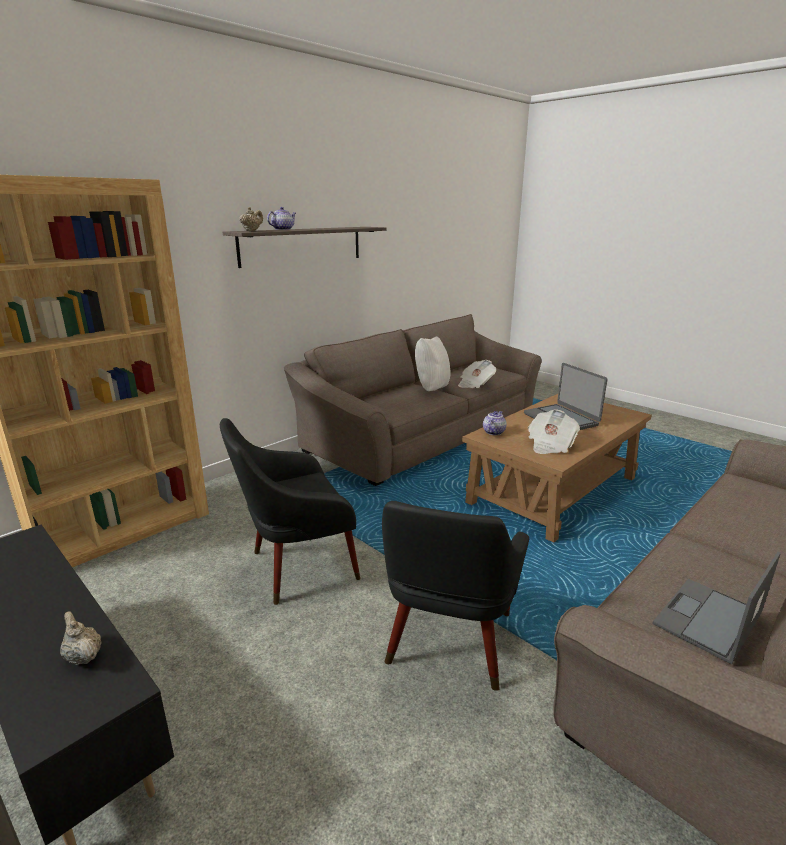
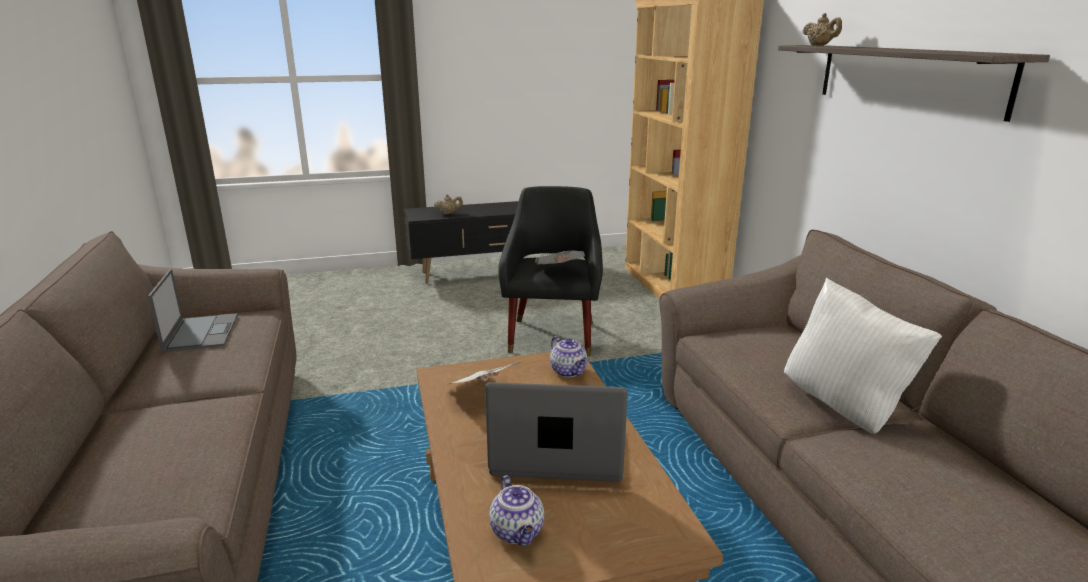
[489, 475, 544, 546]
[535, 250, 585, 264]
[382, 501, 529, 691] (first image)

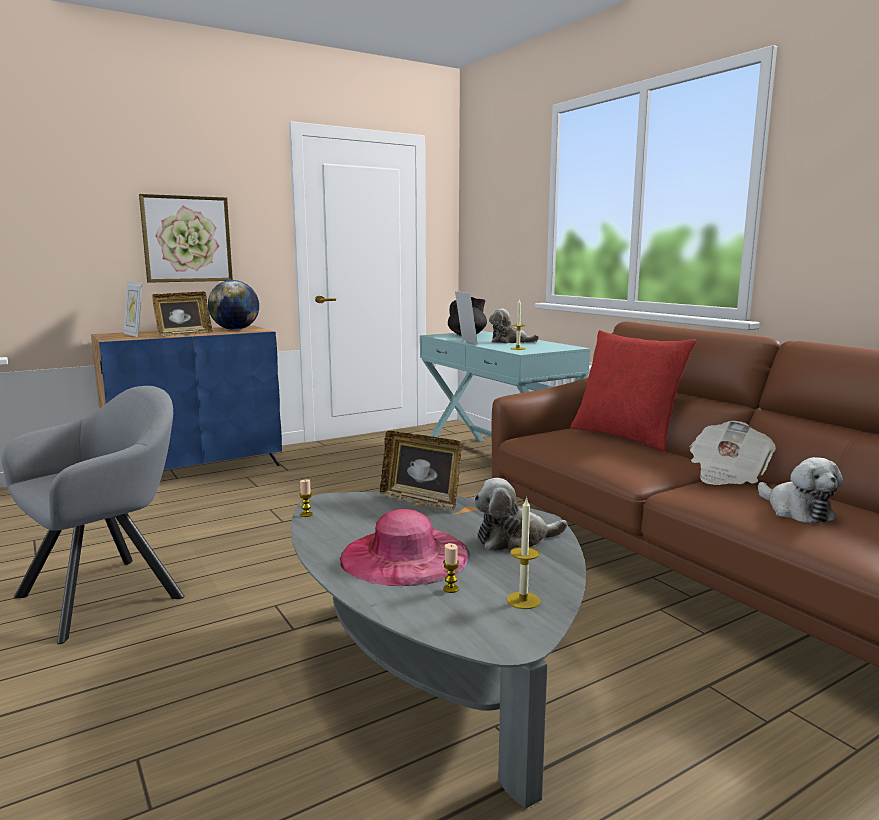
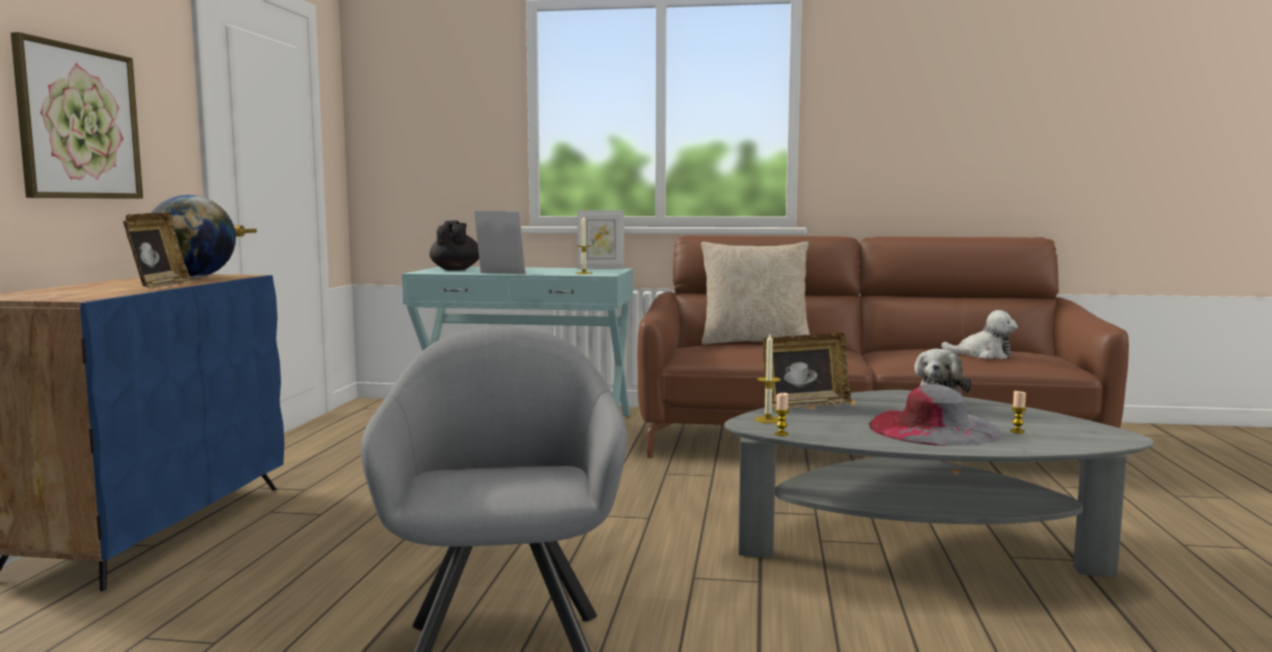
[577, 210, 624, 269]
[489, 309, 539, 343] (first image)
[701, 241, 810, 345]
[690, 421, 776, 485] (first image)
[754, 334, 781, 423]
[869, 384, 1001, 446]

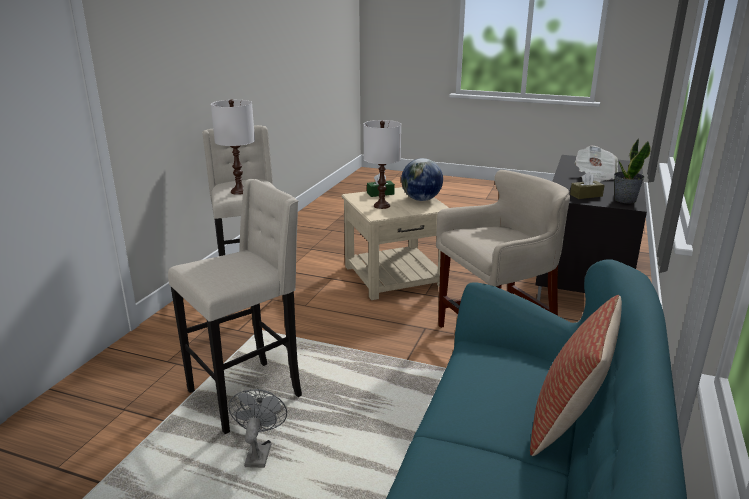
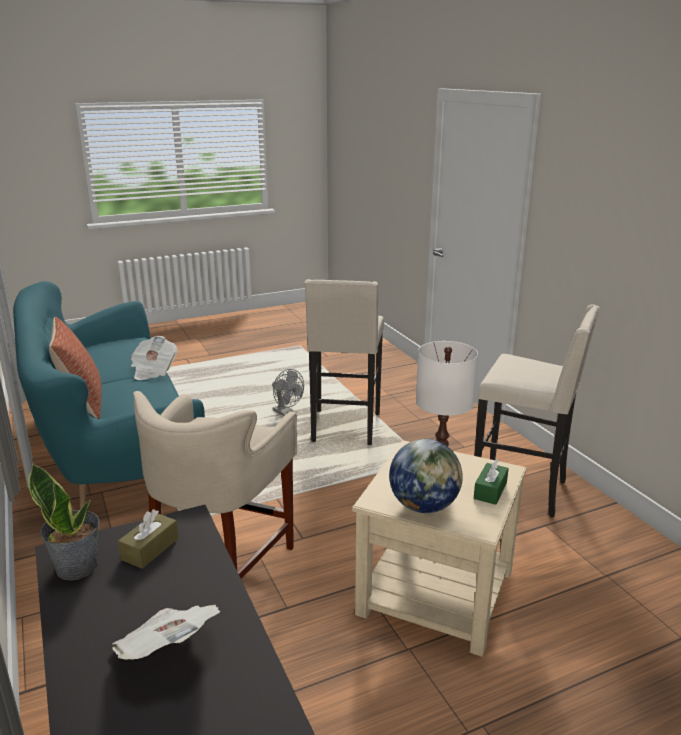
[211, 99, 255, 195] (first image)
[131, 336, 178, 380]

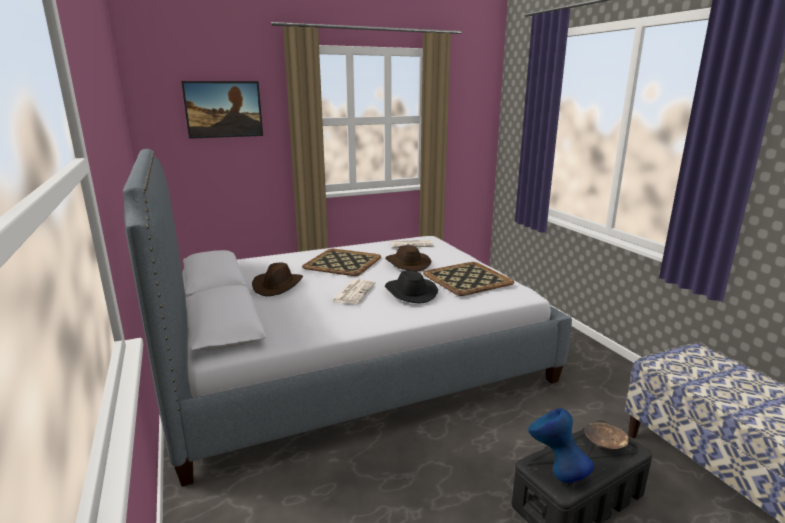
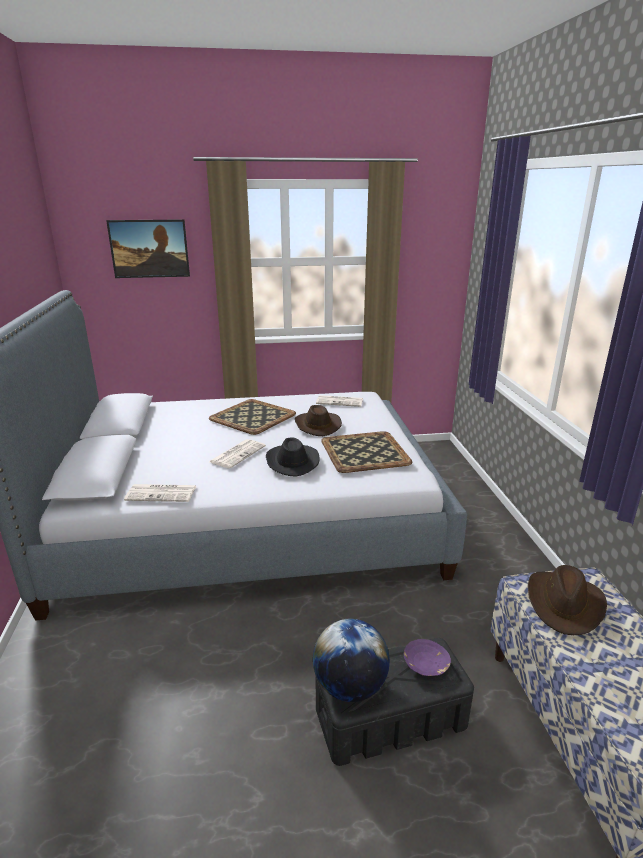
[528, 565, 607, 635]
[313, 619, 390, 702]
[404, 639, 451, 676]
[124, 484, 196, 502]

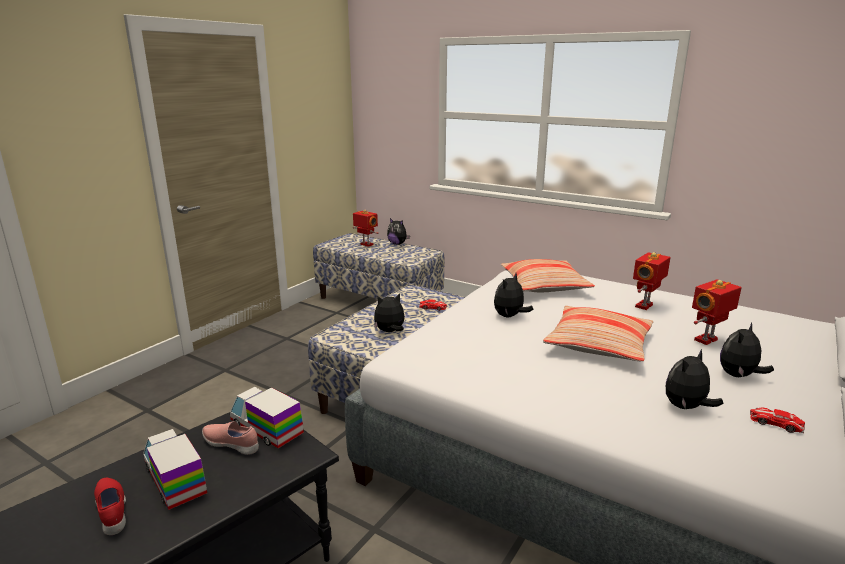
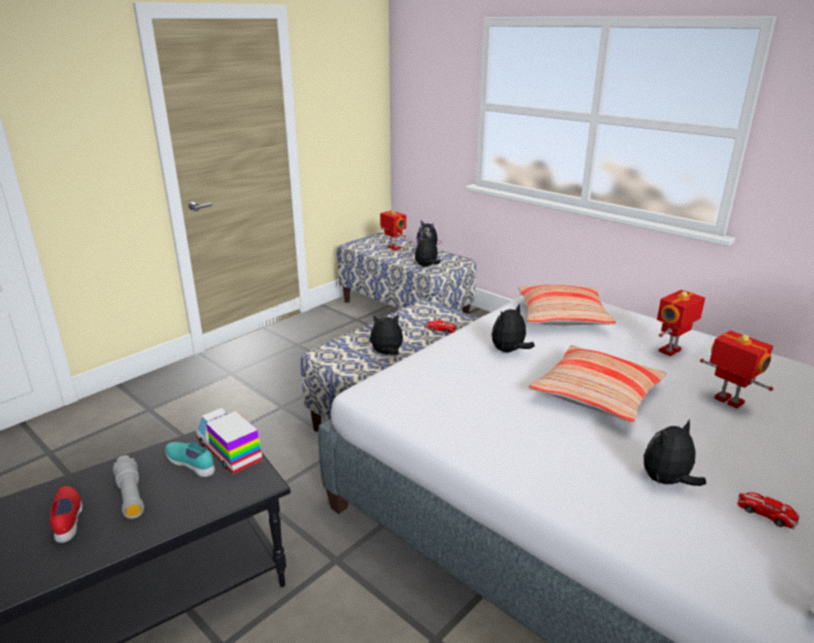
[700, 330, 773, 408]
[415, 235, 441, 266]
[165, 442, 215, 477]
[113, 455, 144, 519]

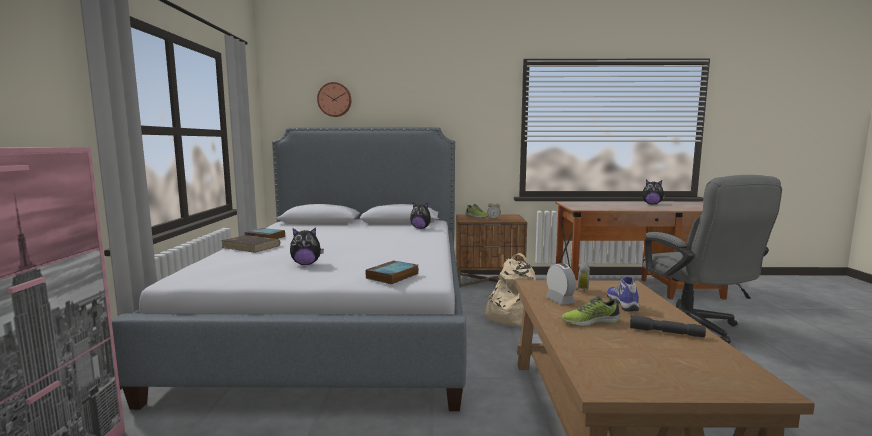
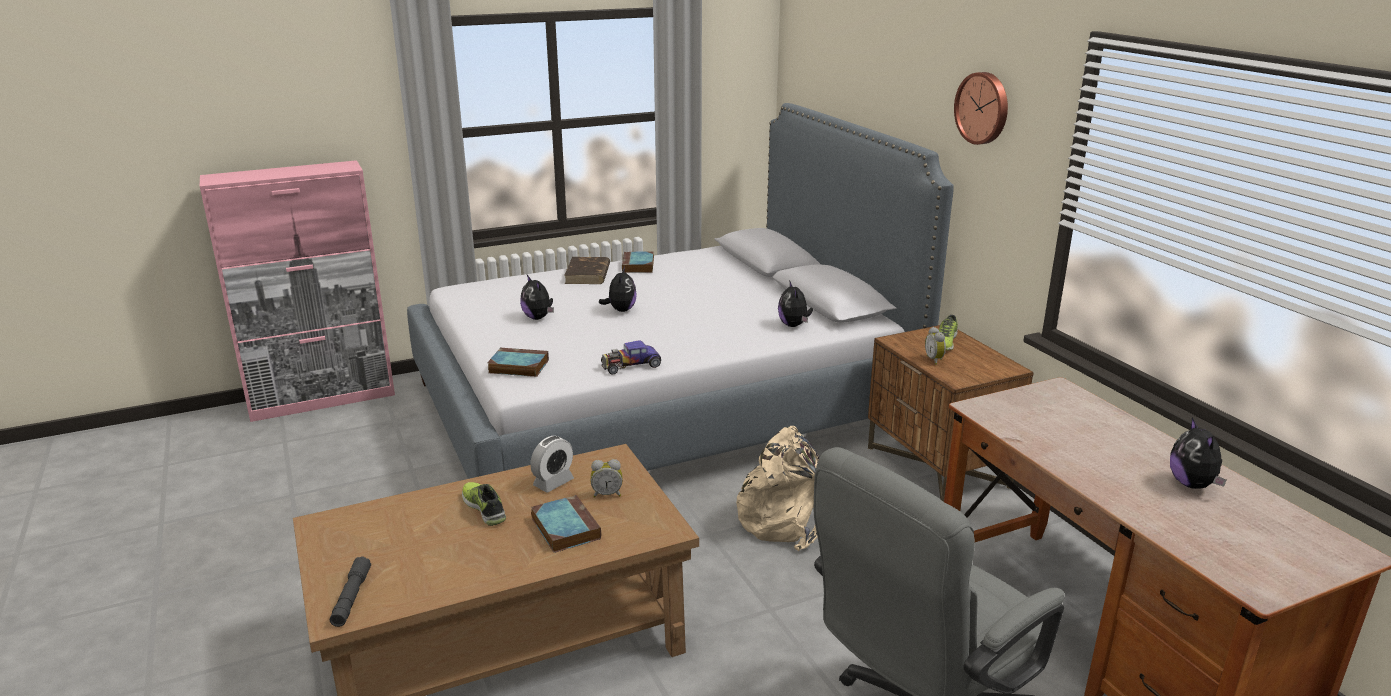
[954, 72, 1008, 145]
[531, 495, 601, 553]
[330, 556, 371, 627]
[599, 267, 637, 312]
[601, 340, 661, 375]

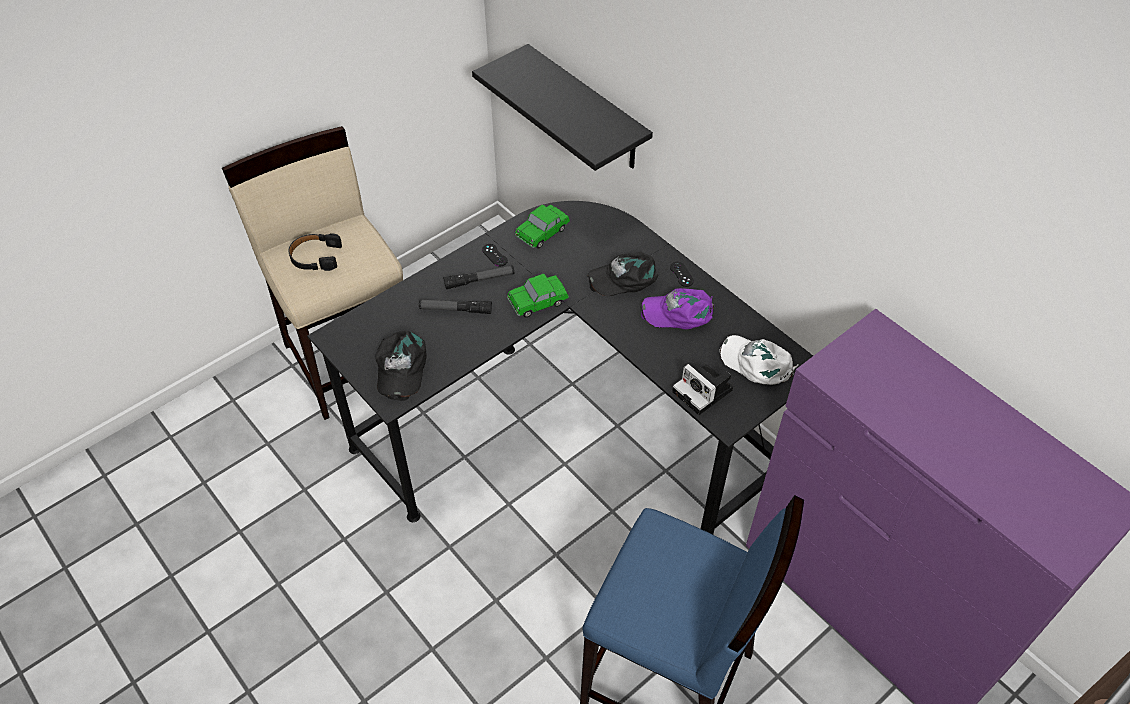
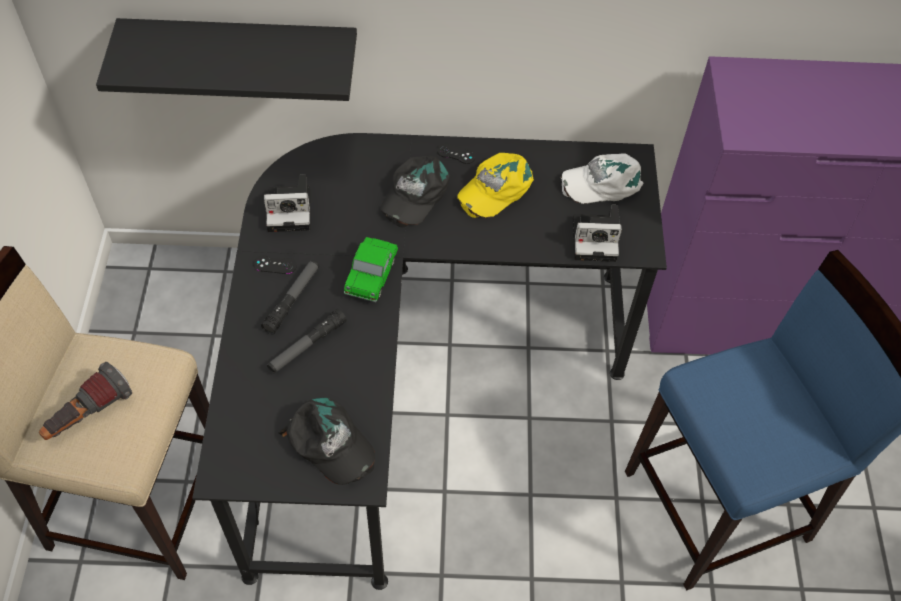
[264, 174, 310, 232]
[39, 362, 132, 440]
[457, 153, 534, 218]

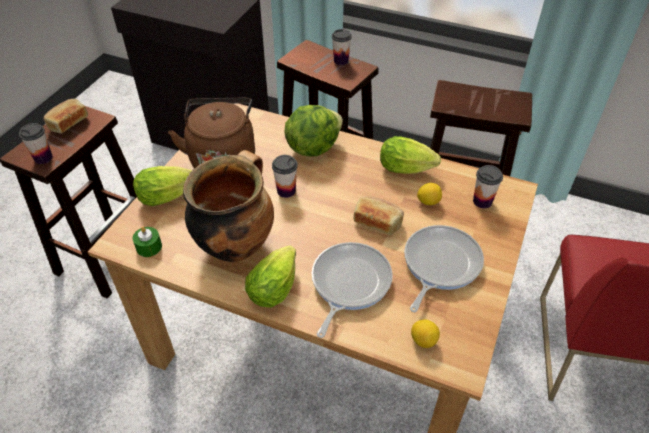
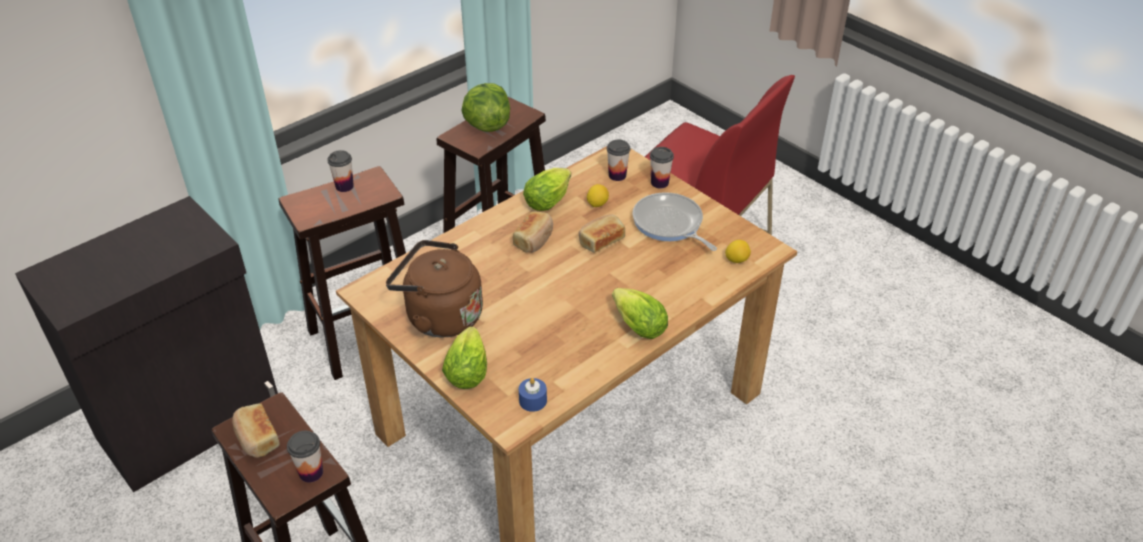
[461, 83, 510, 132]
[183, 150, 274, 262] (first image)
[650, 147, 674, 188]
[519, 378, 547, 412]
[312, 242, 393, 338] (first image)
[513, 211, 553, 253]

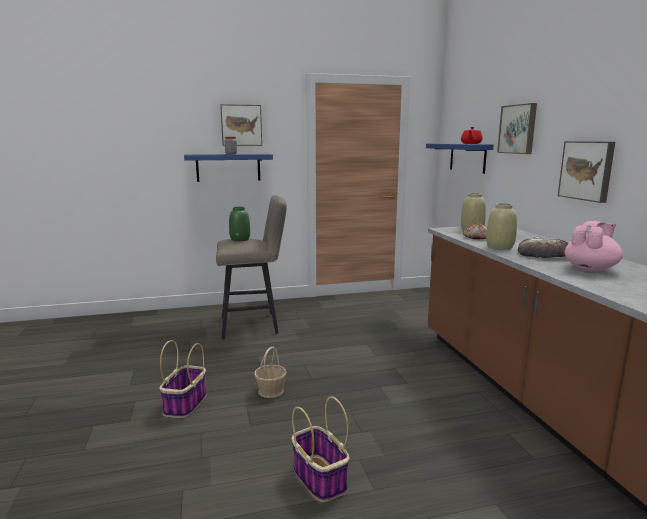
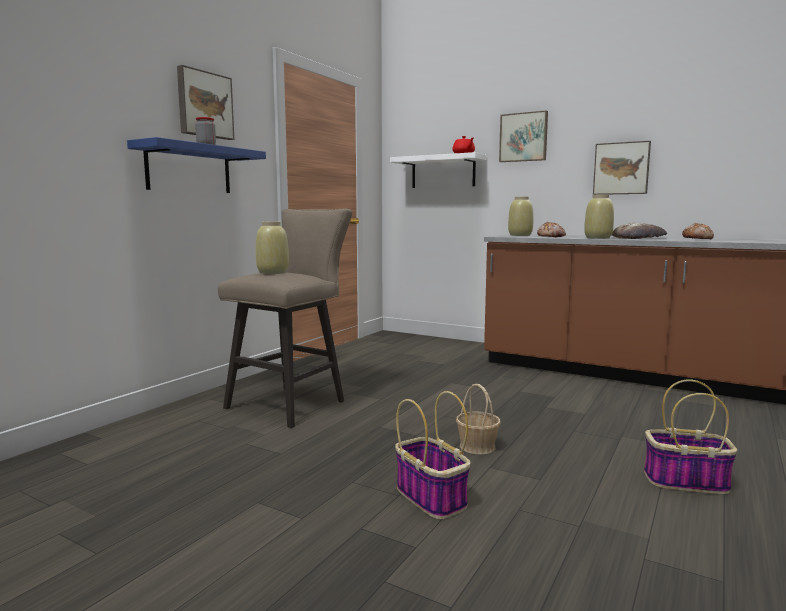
[390, 152, 486, 188]
[256, 221, 289, 274]
[682, 223, 714, 240]

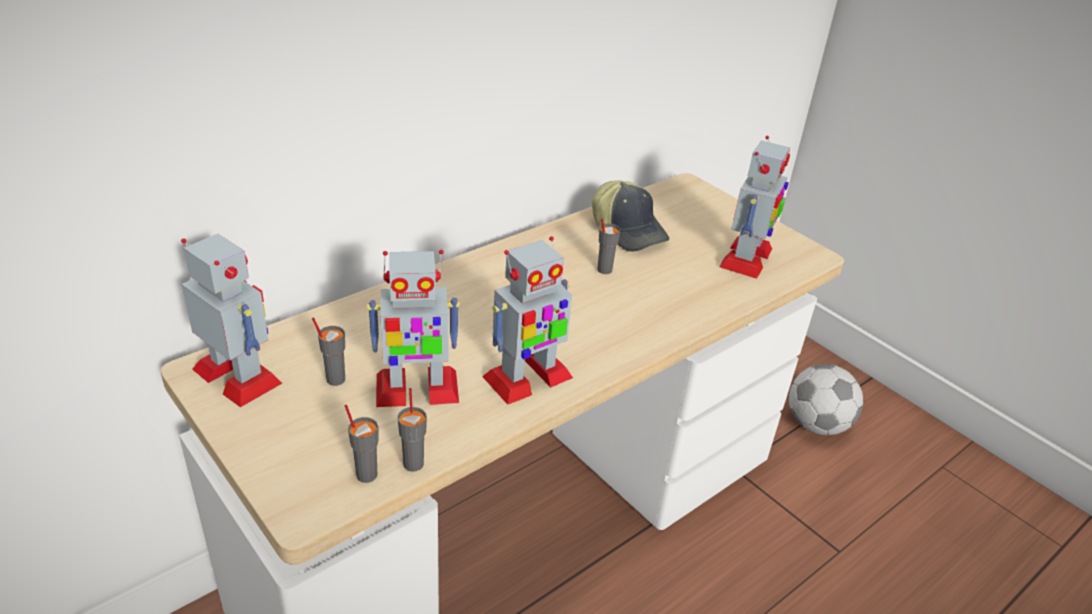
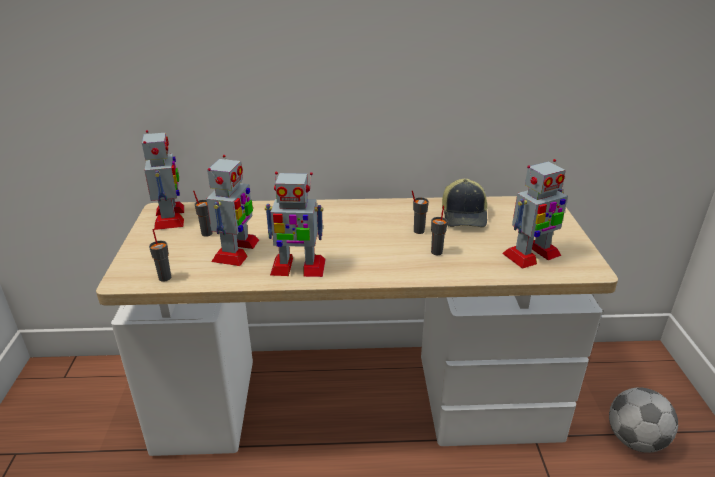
[206, 155, 259, 266]
[431, 206, 448, 255]

